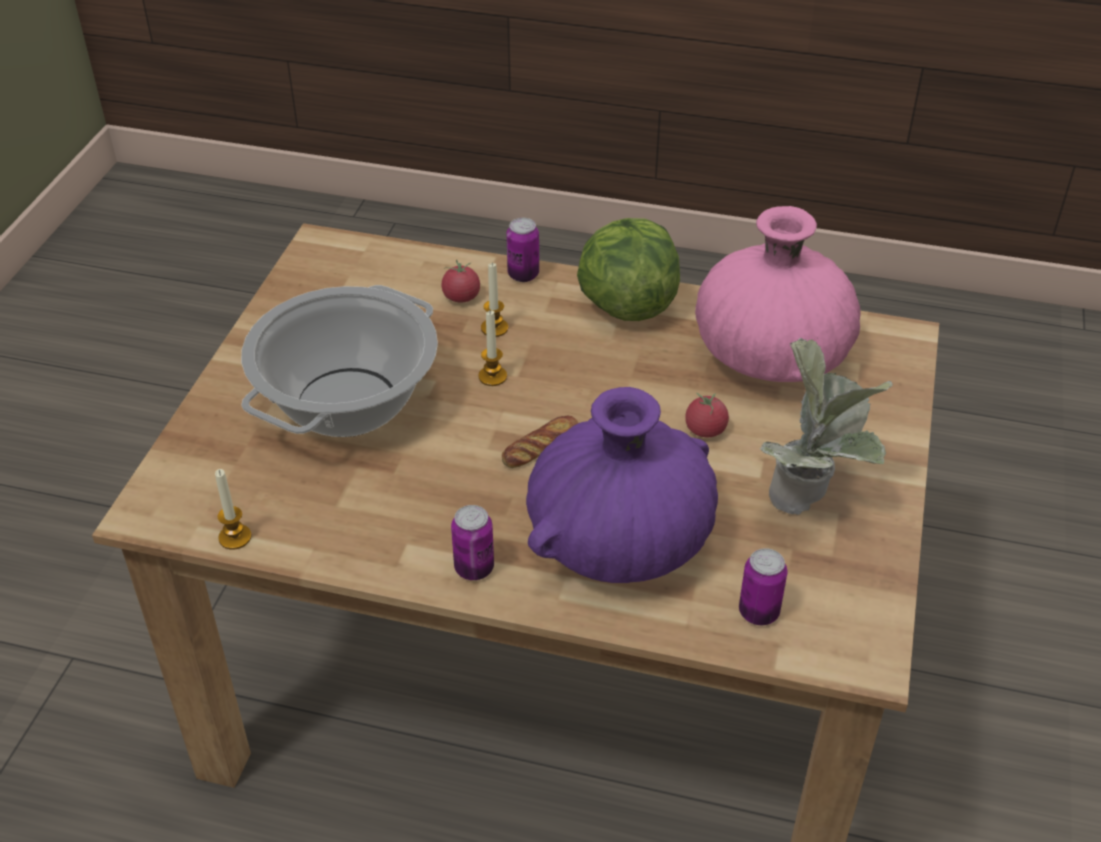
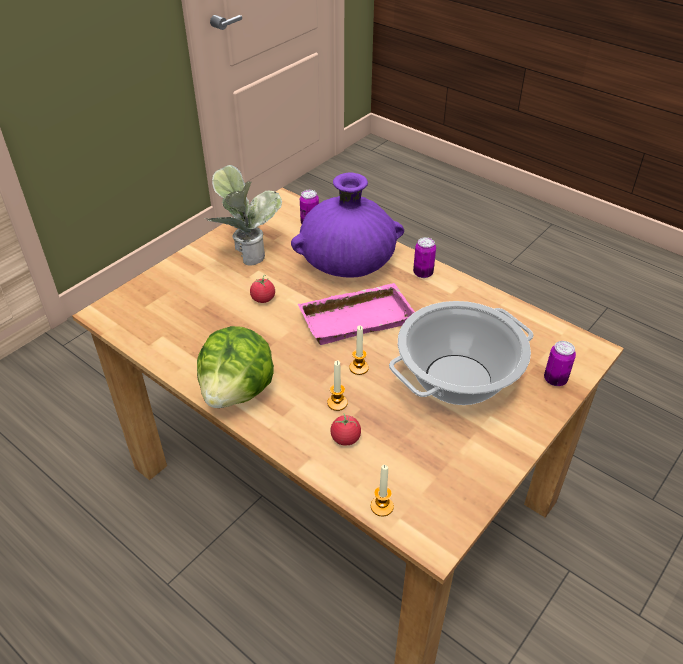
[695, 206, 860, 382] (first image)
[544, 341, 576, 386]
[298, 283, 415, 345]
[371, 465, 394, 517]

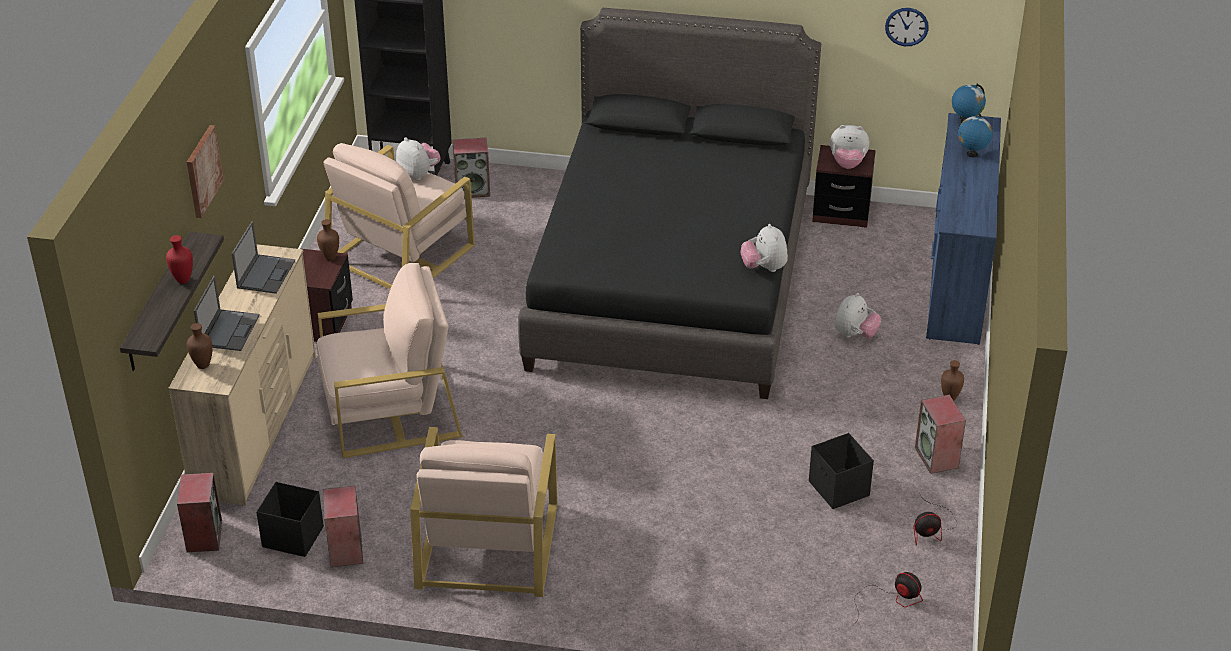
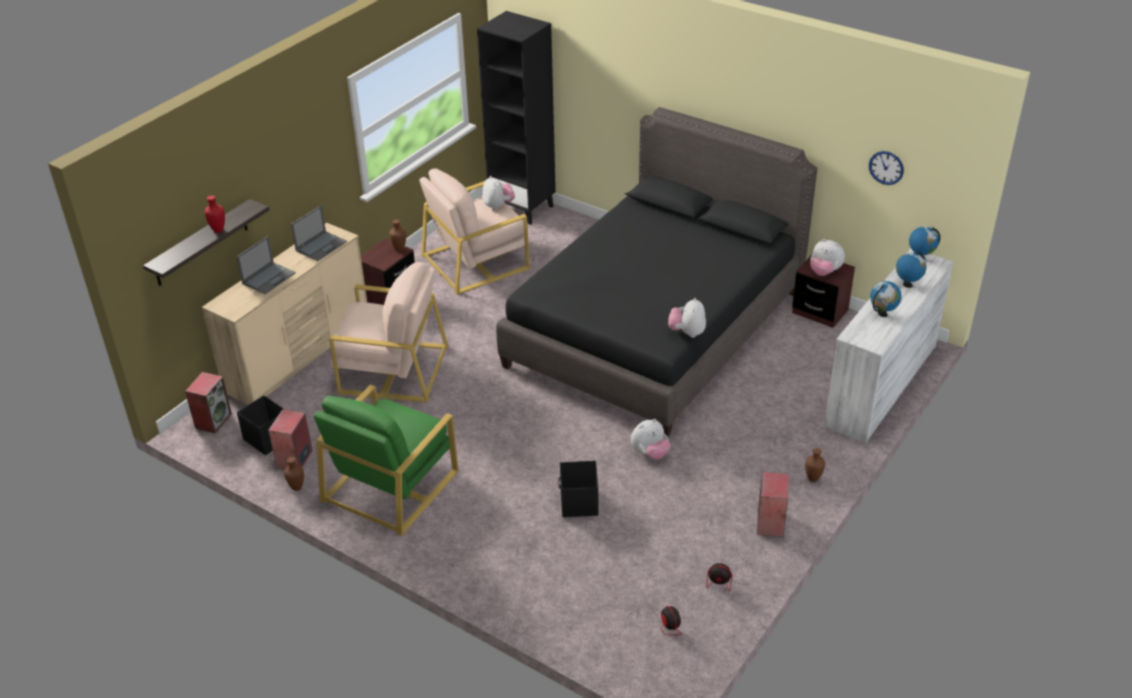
[824, 249, 954, 443]
[187, 125, 224, 218] (first image)
[452, 138, 490, 198] (first image)
[631, 419, 670, 460]
[284, 457, 304, 491]
[314, 385, 459, 536]
[558, 461, 598, 517]
[870, 281, 902, 317]

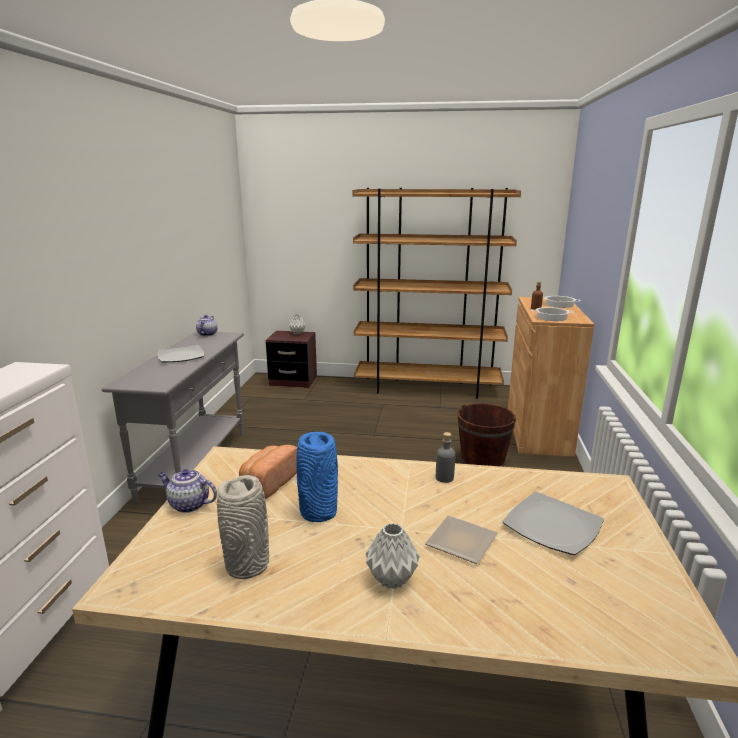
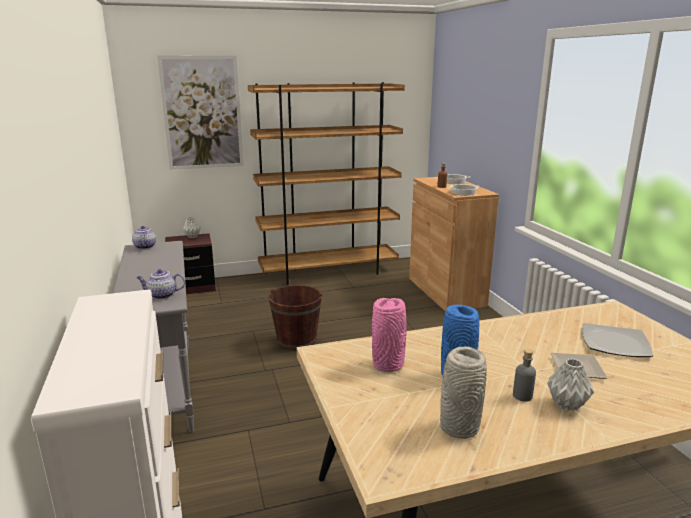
[157, 345, 204, 362] (first image)
[268, 285, 322, 350]
[513, 349, 536, 402]
[372, 298, 407, 372]
[136, 269, 185, 299]
[157, 55, 244, 170]

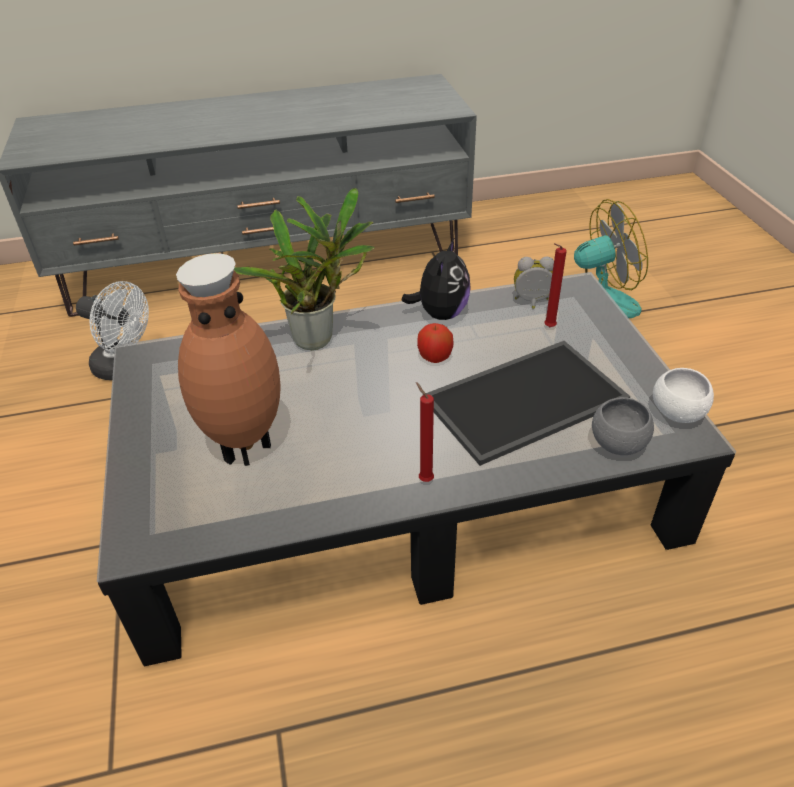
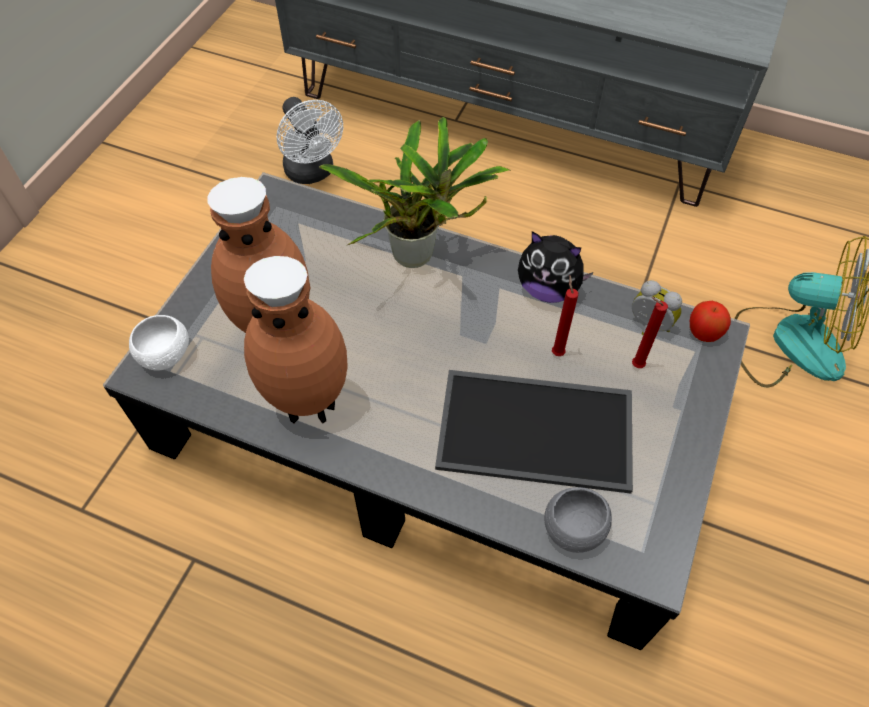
[518, 231, 594, 303]
[690, 301, 731, 342]
[129, 315, 189, 371]
[552, 276, 578, 356]
[244, 256, 348, 424]

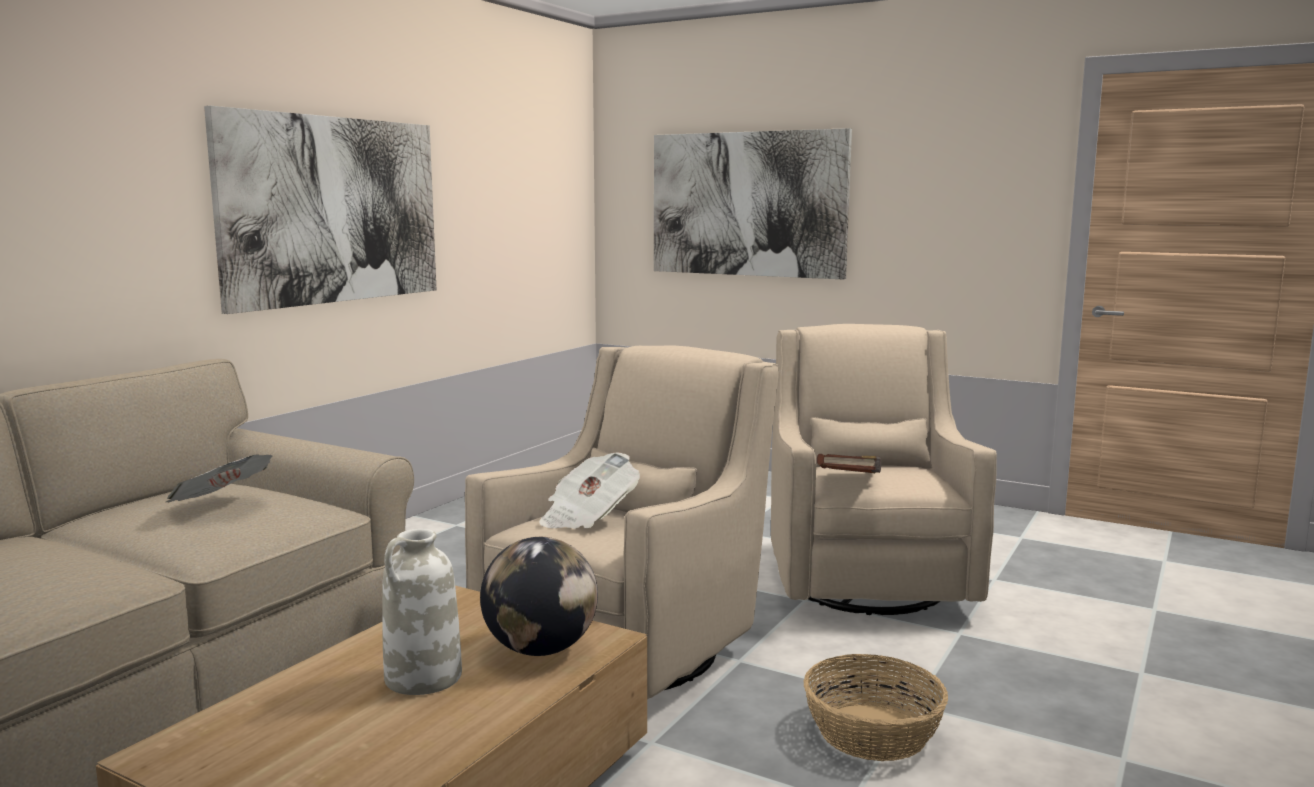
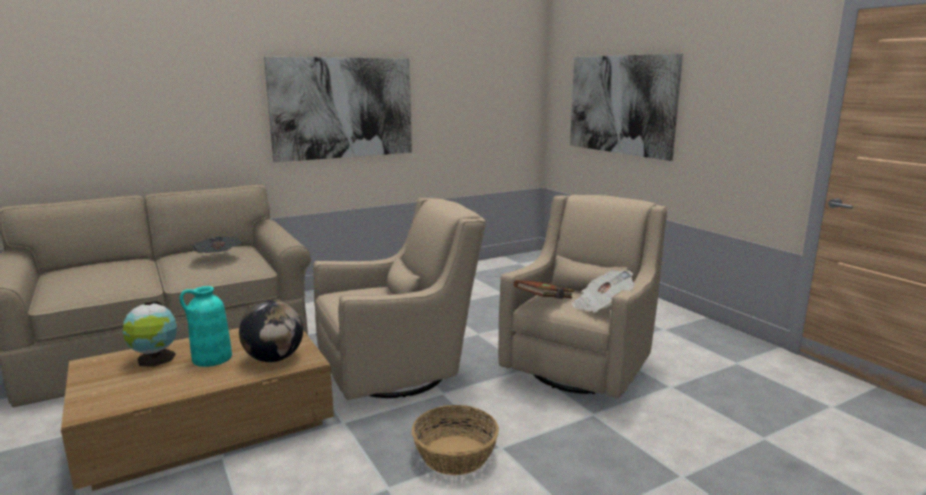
[571, 270, 635, 313]
[180, 286, 232, 367]
[123, 301, 177, 367]

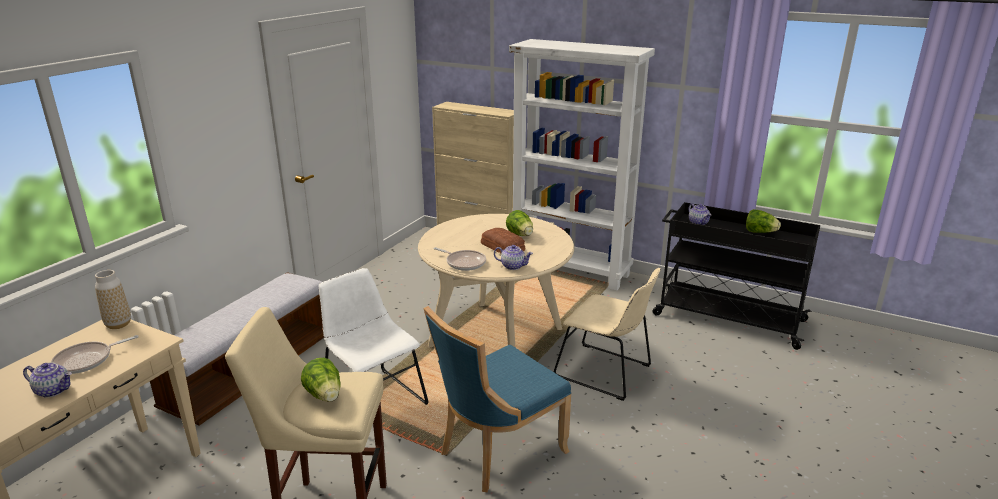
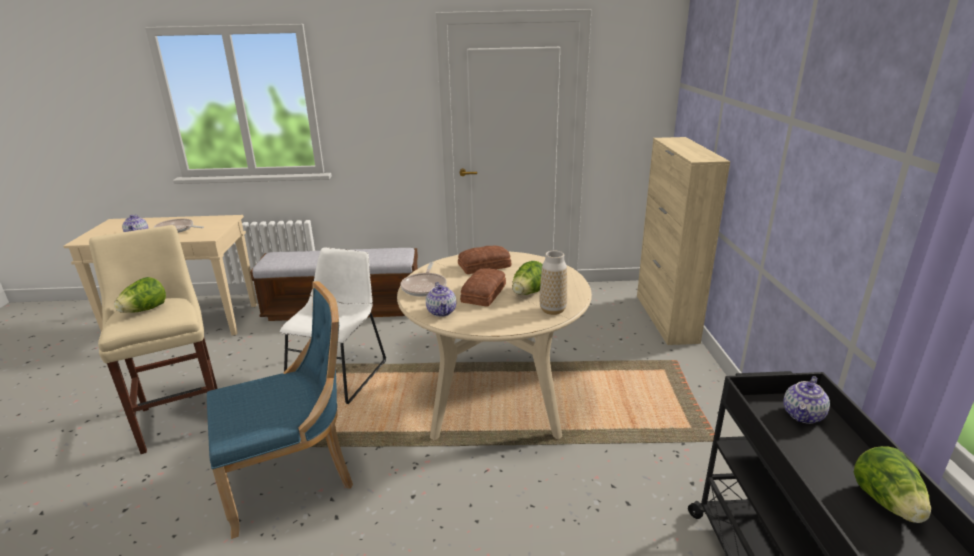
[509, 39, 655, 291] (first image)
[554, 268, 661, 401] (first image)
[539, 251, 567, 315]
[207, 281, 353, 539]
[458, 246, 511, 274]

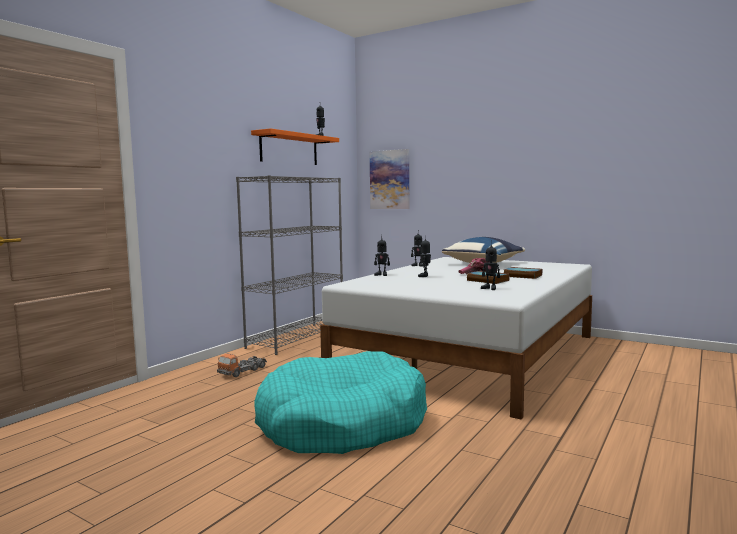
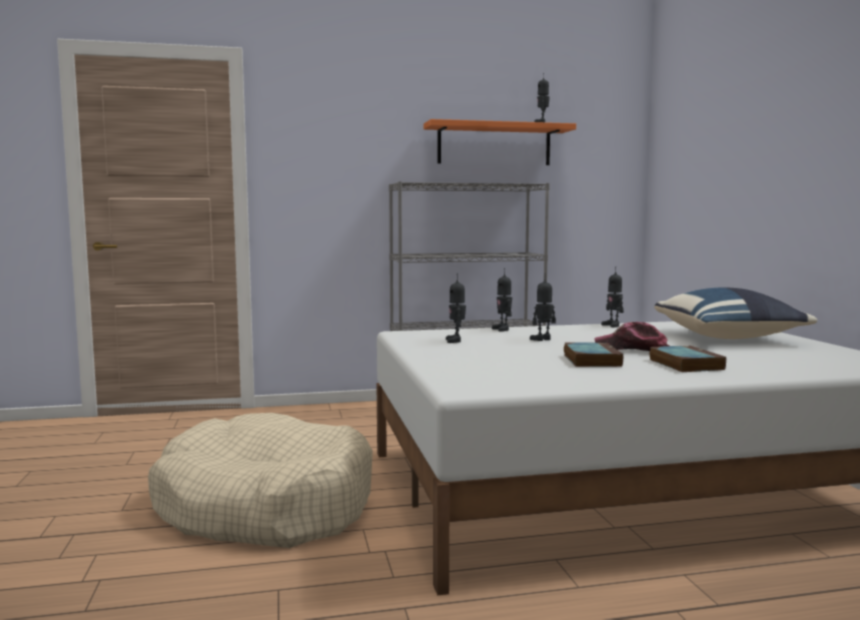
[370, 149, 409, 209] (first image)
[446, 274, 466, 343]
[148, 413, 373, 548]
[217, 353, 267, 377] (first image)

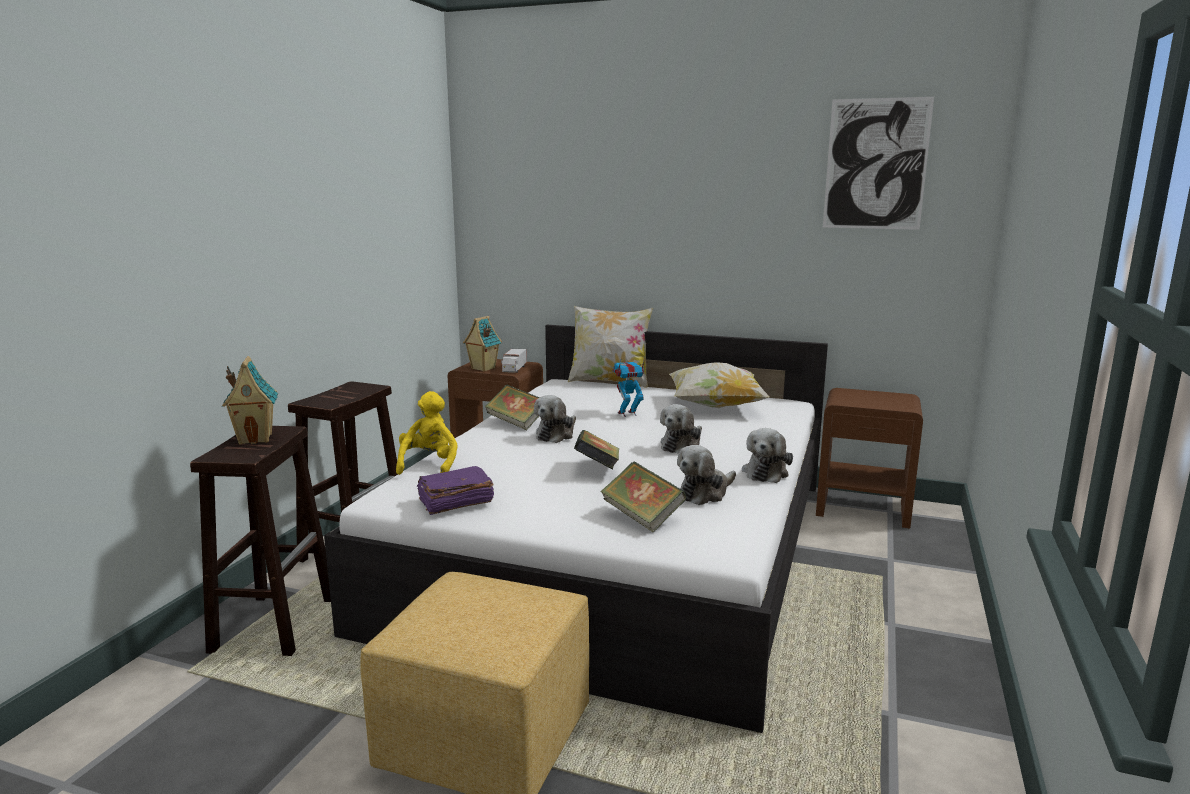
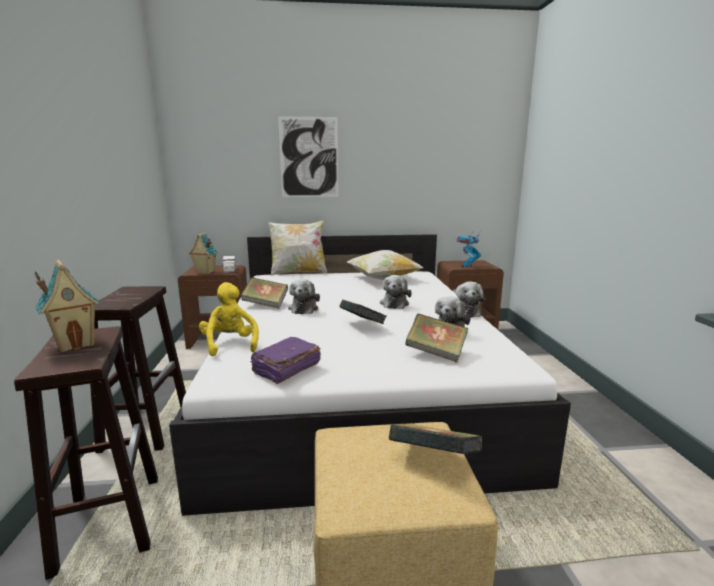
[278, 116, 338, 197]
[457, 233, 481, 268]
[389, 424, 482, 454]

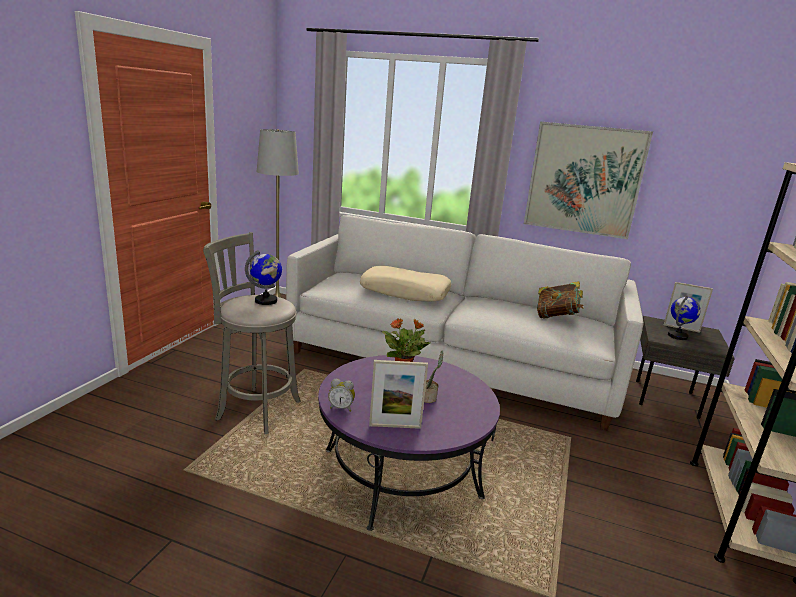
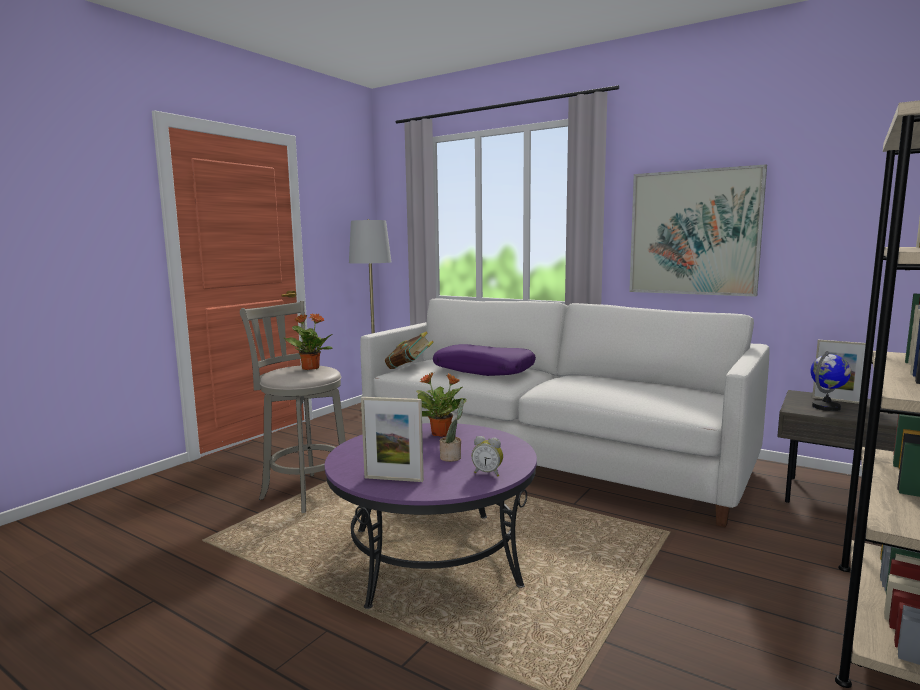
[283, 313, 333, 370]
[433, 344, 536, 376]
[385, 331, 434, 369]
[472, 436, 503, 476]

